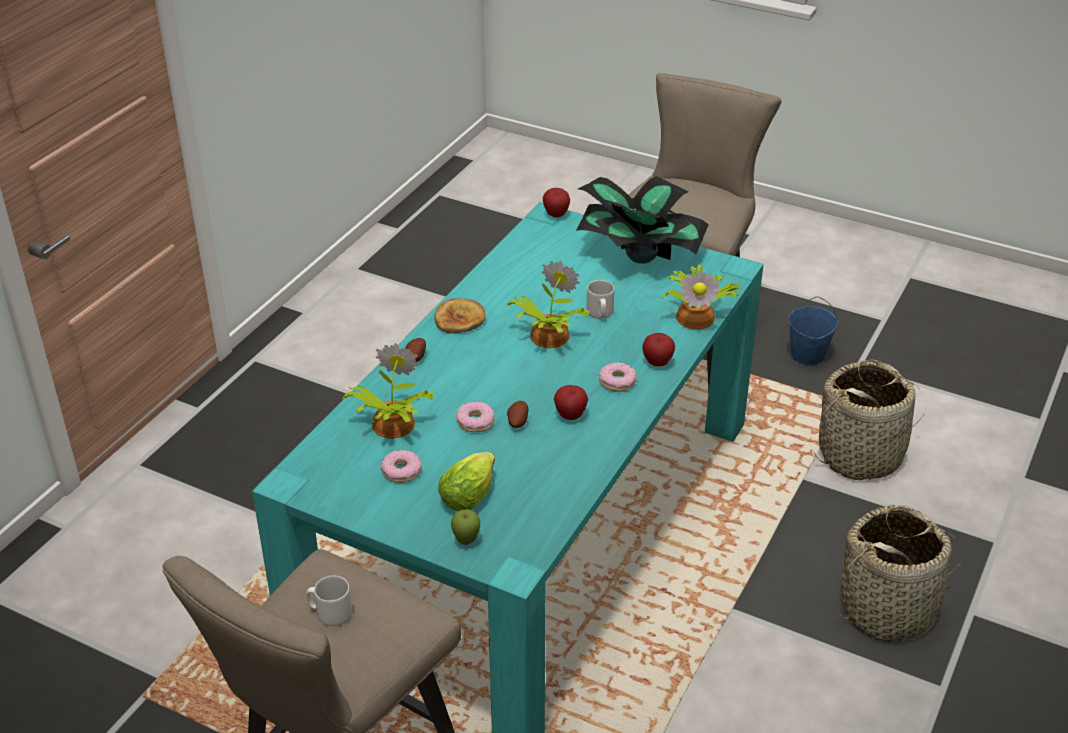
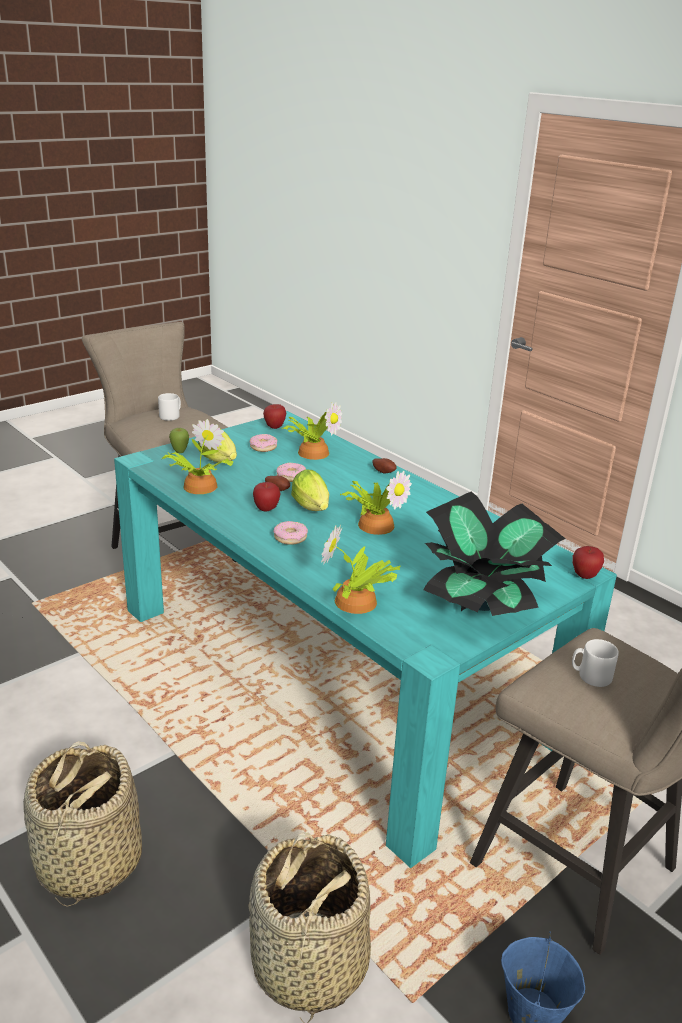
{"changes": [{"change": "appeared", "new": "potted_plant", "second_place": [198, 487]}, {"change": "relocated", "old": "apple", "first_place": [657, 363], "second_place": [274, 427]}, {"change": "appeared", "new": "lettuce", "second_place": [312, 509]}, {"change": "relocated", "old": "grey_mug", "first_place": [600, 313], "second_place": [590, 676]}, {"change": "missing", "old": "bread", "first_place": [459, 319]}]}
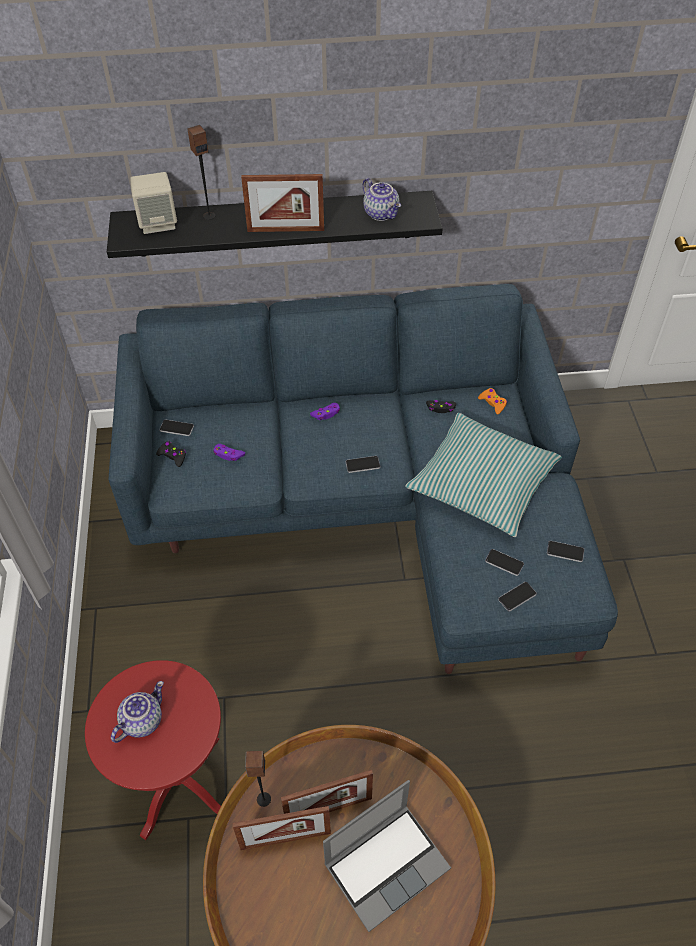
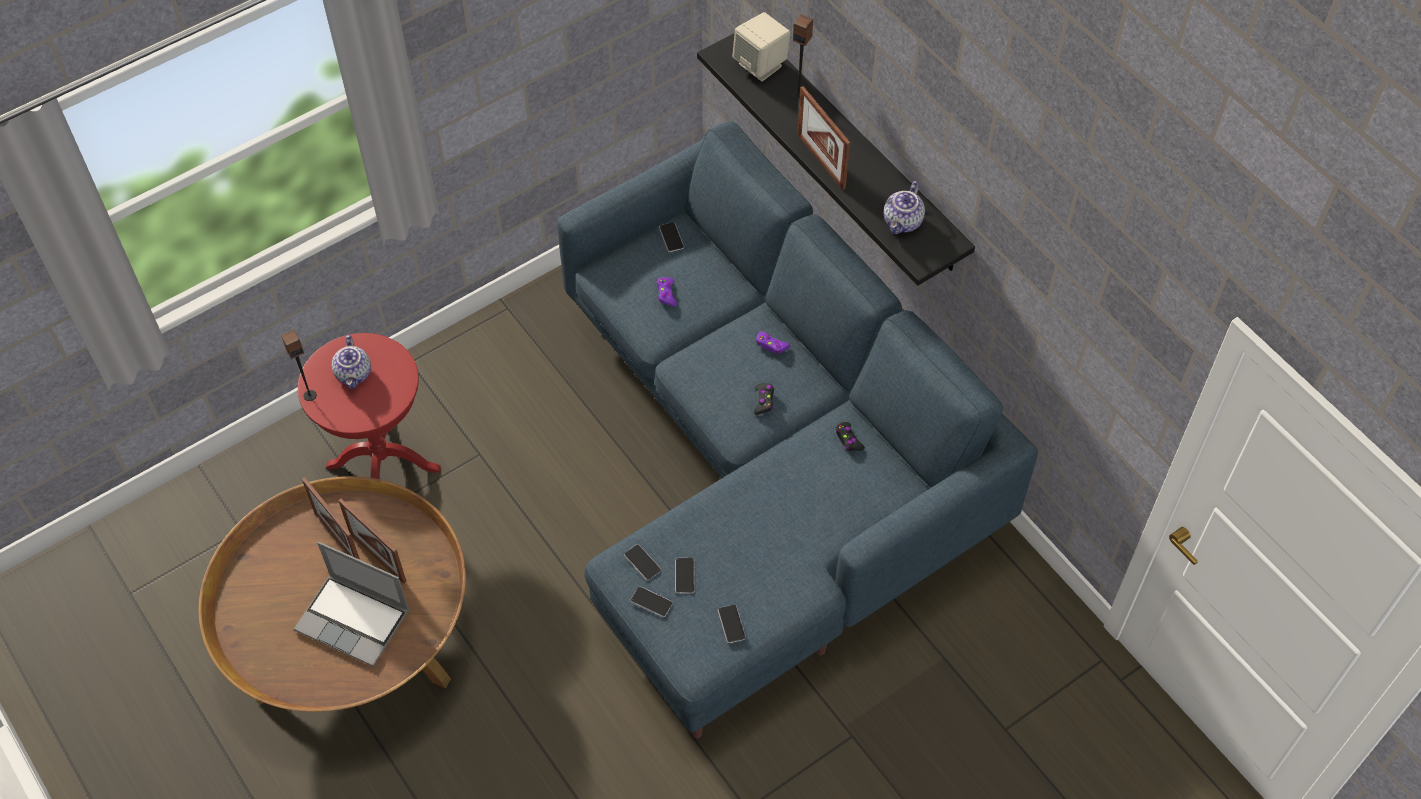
{"changes": [{"change": "relocated", "old": "speaker", "first_place": [263, 799], "second_place": [310, 395]}, {"change": "spun", "old": "teapot", "first_place": [142, 720], "second_place": [354, 374], "degrees": 75}, {"change": "relocated", "old": "phone", "first_place": [362, 465], "second_place": [642, 563]}, {"change": "relocated", "old": "black_game_controller", "first_place": [172, 456], "second_place": [764, 400]}, {"change": "missing", "old": "pillow", "first_place": [482, 482]}, {"change": "missing", "old": "orange_game_controller", "first_place": [493, 403]}]}
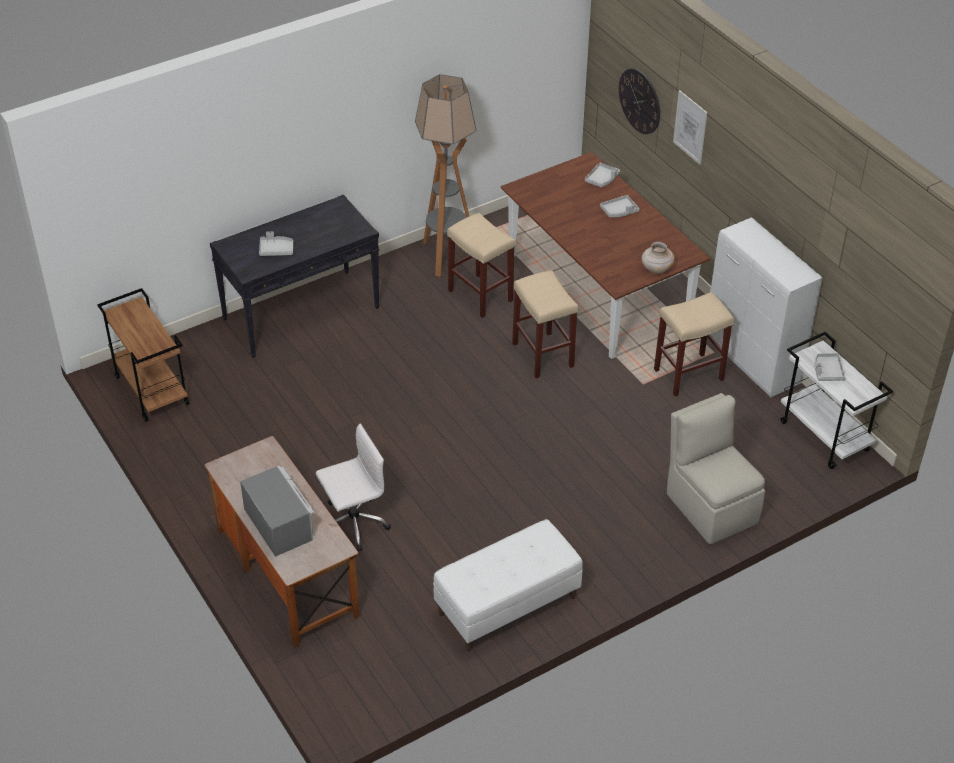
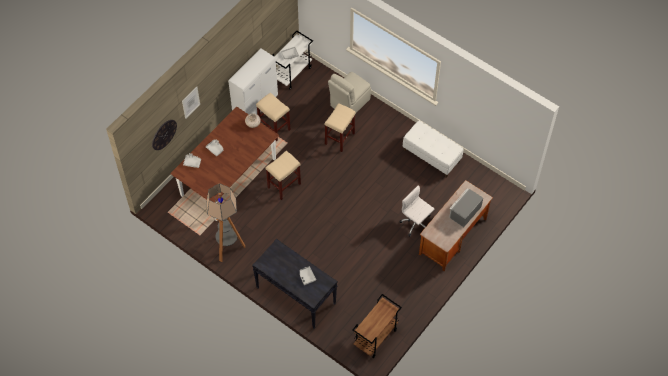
{"changes": [{"change": "relocated", "old": "beige_stool", "first_place": [479, 295], "second_place": [339, 139]}]}
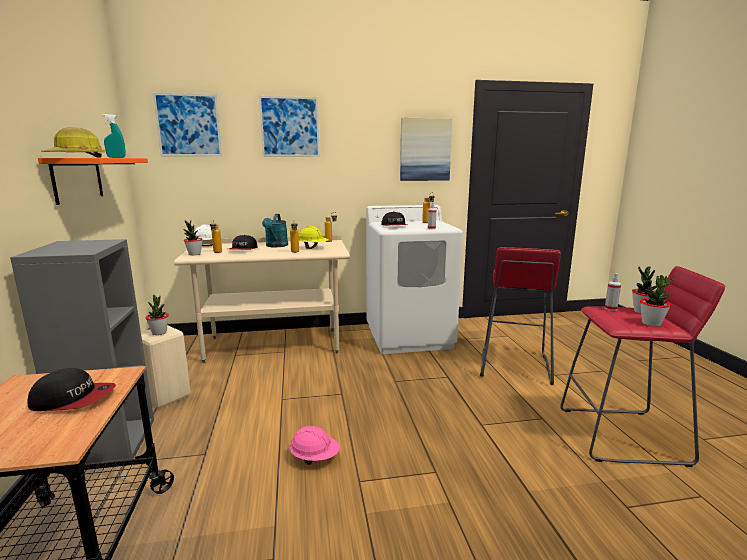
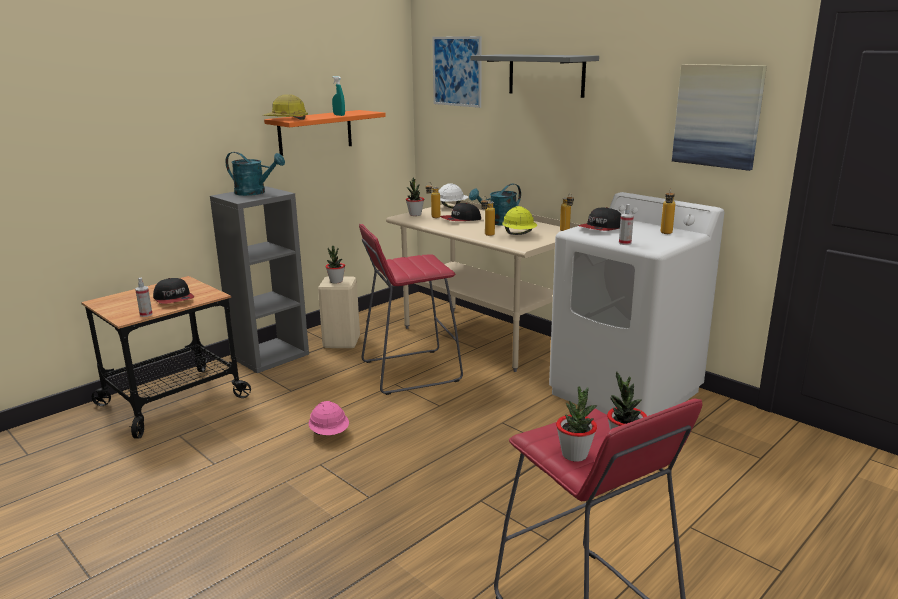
{"changes": [{"change": "relocated", "old": "spray_bottle", "first_place": [610, 309], "second_place": [146, 314]}, {"change": "appeared", "new": "turquoise_watering_can", "second_place": [255, 193]}, {"change": "relocated", "old": "red_stool", "first_place": [514, 366], "second_place": [409, 371]}, {"change": "exchanged", "old": "picture", "new": "grey_shelf", "first_place": [290, 127], "second_place": [546, 75]}]}
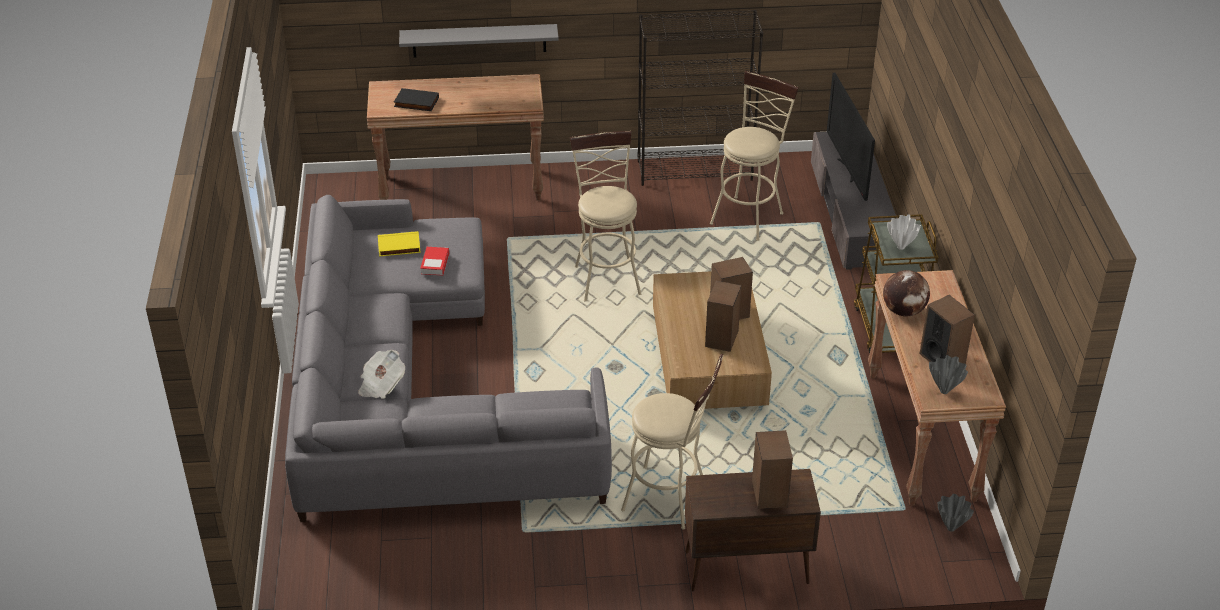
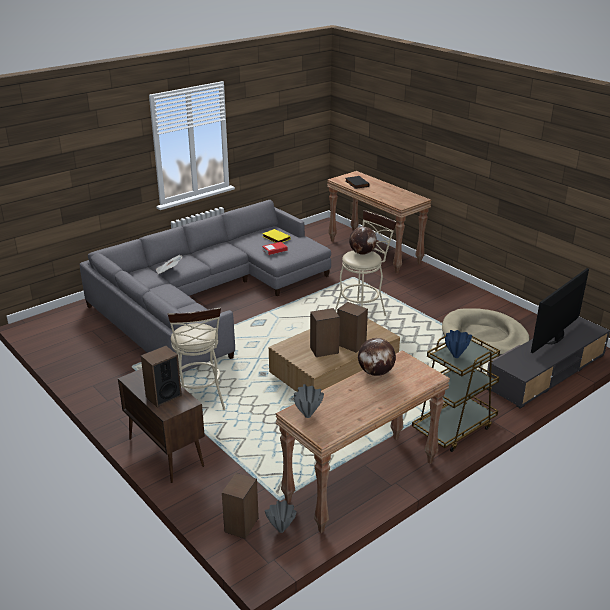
{"changes": [{"change": "relocated", "old": "speaker", "first_place": [942, 358], "second_place": [241, 524]}, {"change": "appeared", "new": "globe", "second_place": [362, 253]}, {"change": "exchanged", "old": "beige_stool", "new": "beige_dog_bed", "first_place": [749, 215], "second_place": [484, 337]}, {"change": "colour", "old": "white_vase", "new": "blue_vase", "first_place": [900, 247], "second_place": [455, 356]}, {"change": "missing", "old": "grey_shelf", "first_place": [479, 40]}, {"change": "missing", "old": "black_bookcase", "first_place": [695, 170]}]}
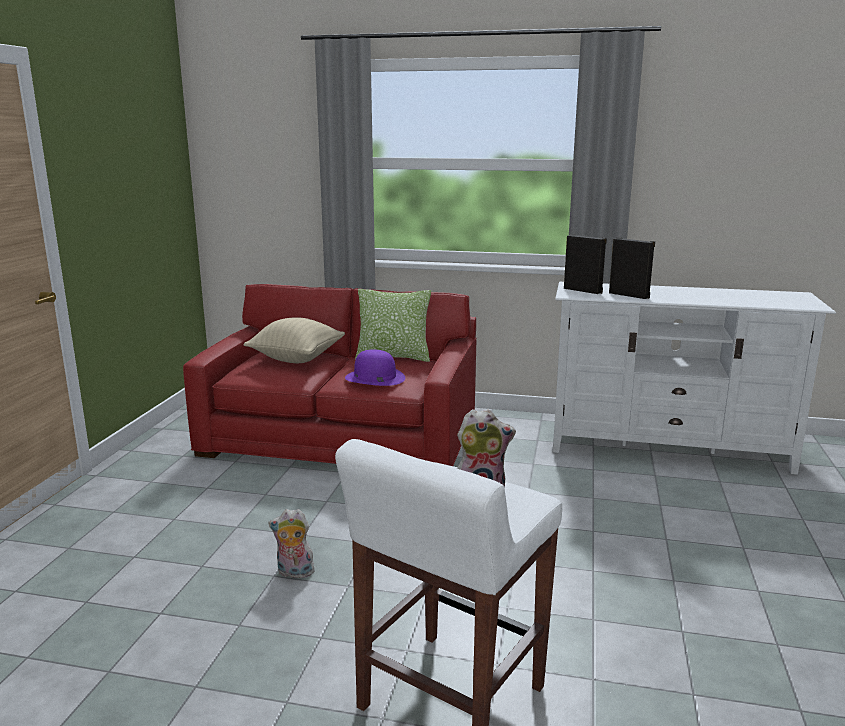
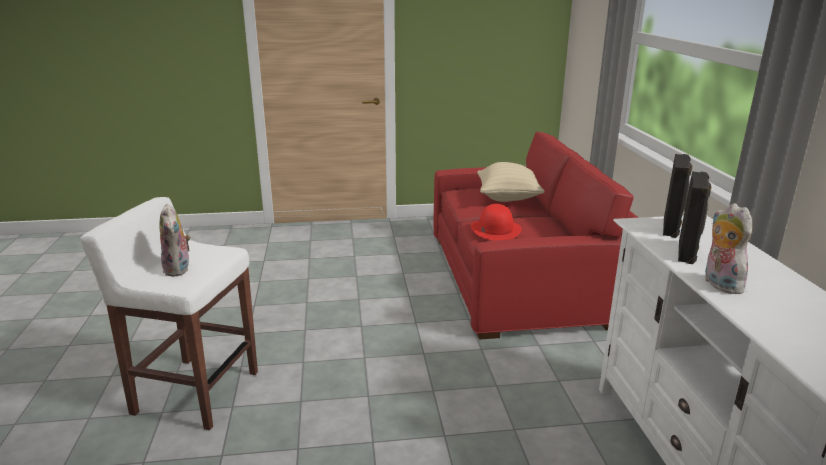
{"changes": [{"change": "colour", "old": "purple_hat", "new": "red_hat", "first_place": [374, 377], "second_place": [495, 229]}, {"change": "relocated", "old": "plush_toy", "first_place": [294, 573], "second_place": [719, 284]}, {"change": "missing", "old": "pillow", "first_place": [393, 357]}]}
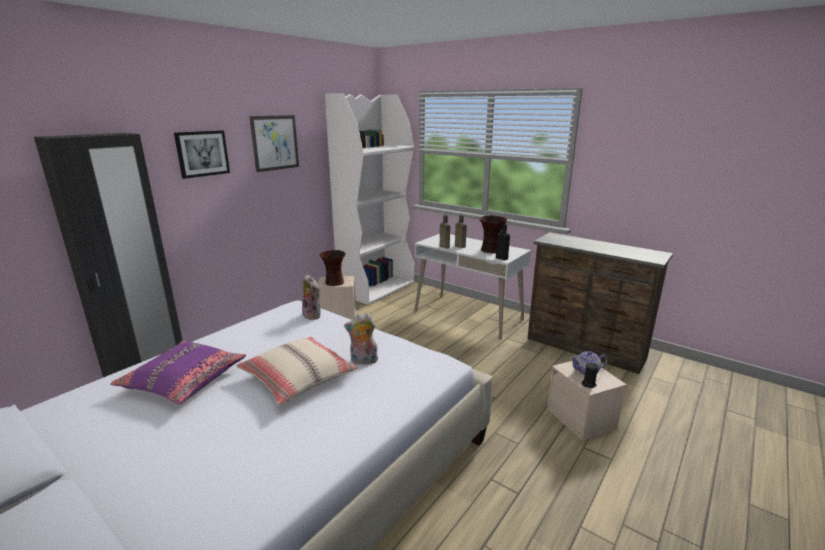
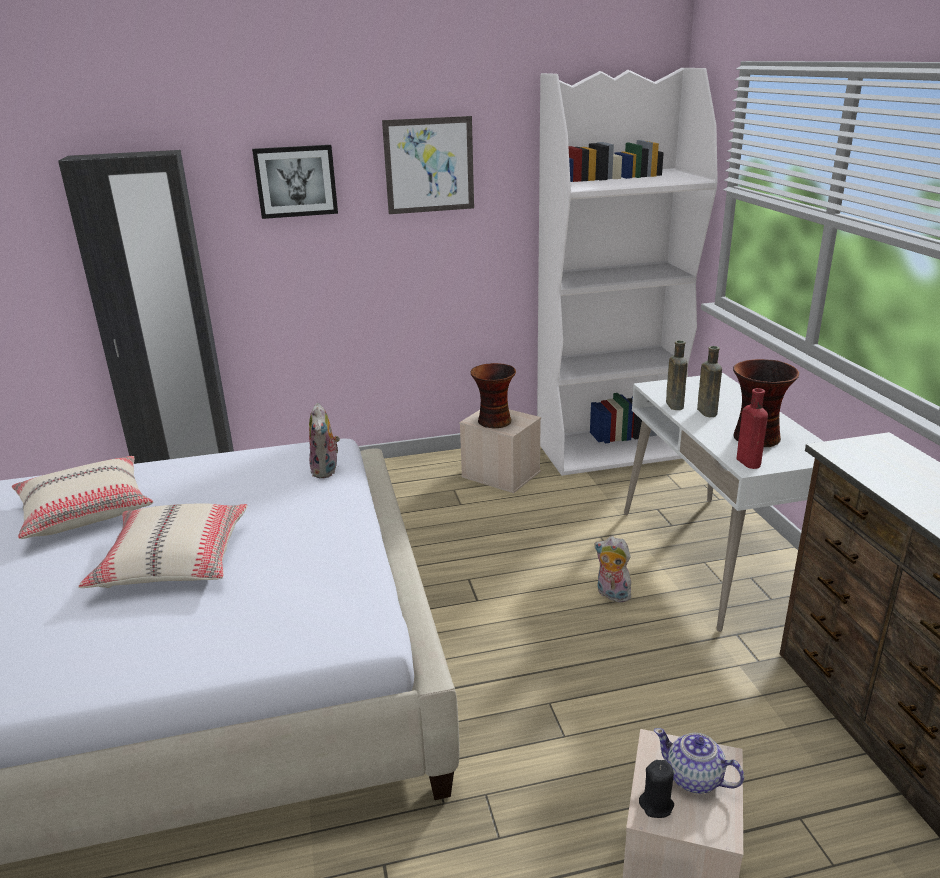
{"changes": [{"change": "colour", "old": "purple_pillow", "new": "beige_pillow", "first_place": [184, 380], "second_place": [86, 510]}, {"change": "relocated", "old": "plush_toy", "first_place": [363, 361], "second_place": [611, 595]}, {"change": "colour", "old": "black_bottle", "new": "red_bottle", "first_place": [500, 258], "second_place": [747, 461]}]}
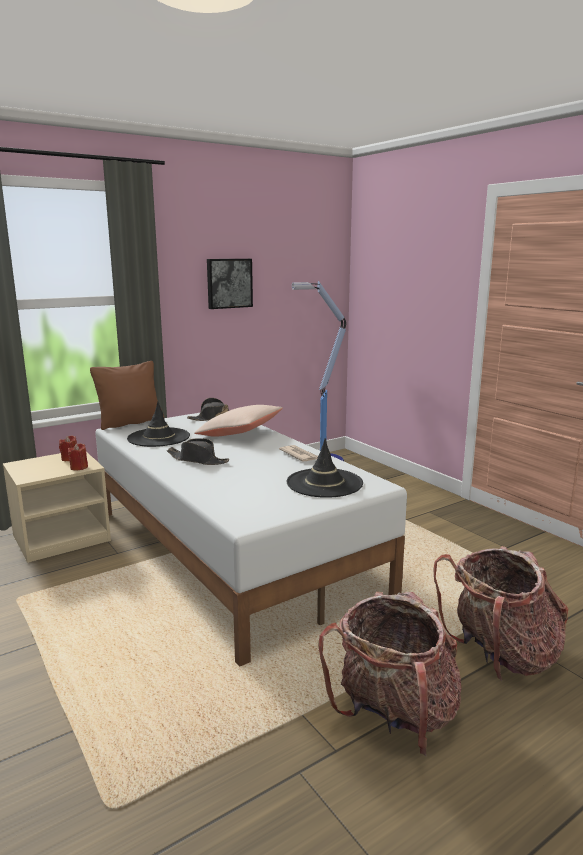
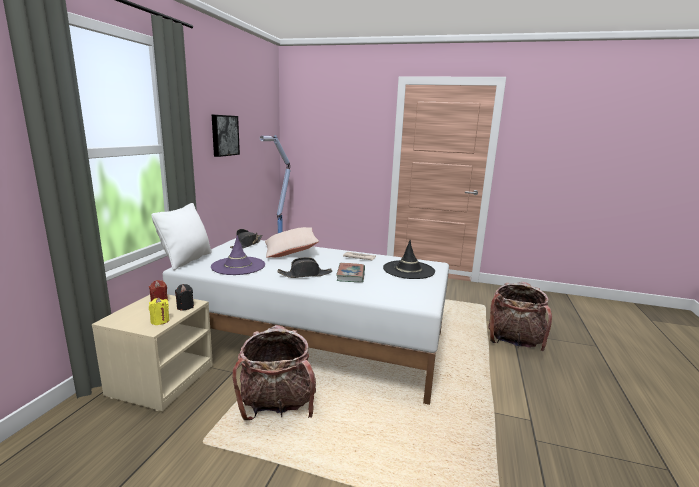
{"changes": [{"change": "appeared", "new": "yellow_candle", "second_place": [160, 321]}, {"change": "colour", "old": "brown_pillow", "new": "white_pillow", "first_place": [130, 423], "second_place": [187, 260]}, {"change": "colour", "old": "red_candle", "new": "black_candle", "first_place": [79, 467], "second_place": [185, 307]}, {"change": "colour", "old": "black_hat", "new": "purple_hat", "first_place": [158, 437], "second_place": [238, 266]}, {"change": "relocated", "old": "backpack", "first_place": [394, 716], "second_place": [278, 407]}, {"change": "appeared", "new": "book", "second_place": [351, 275]}]}
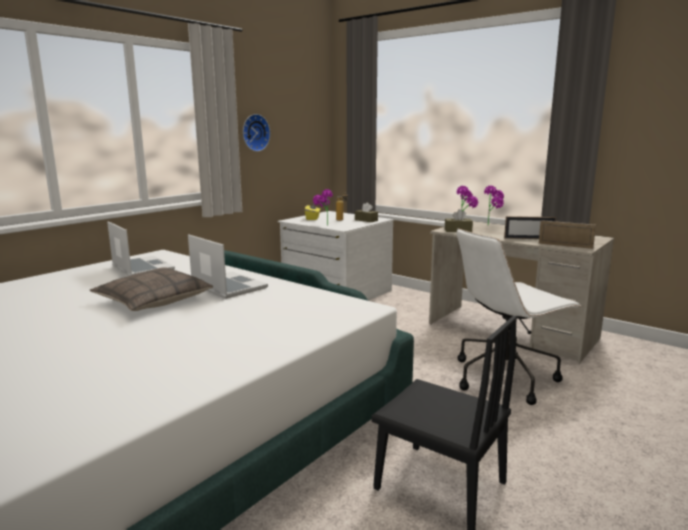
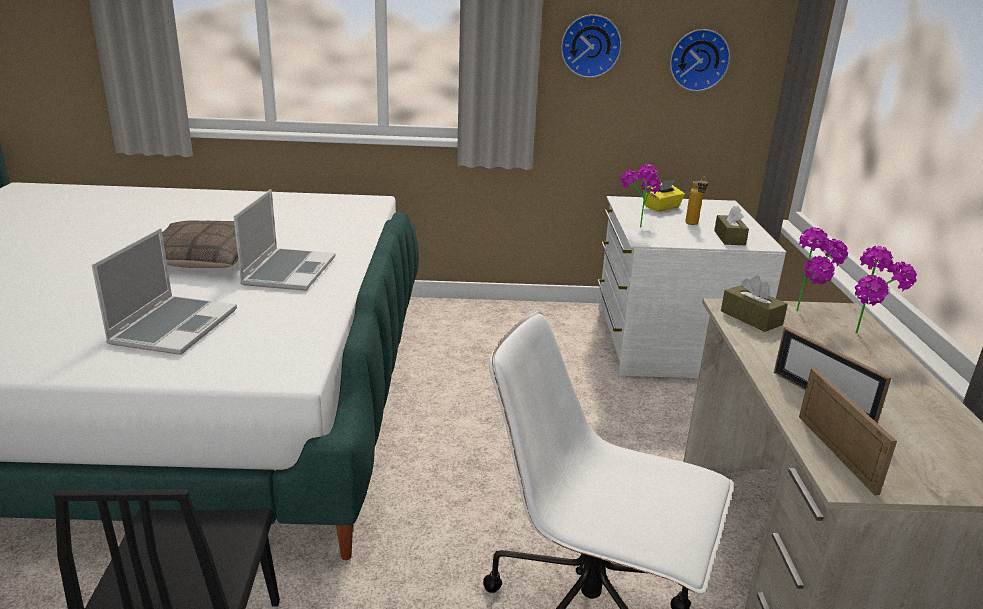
{"changes": [{"change": "relocated", "old": "laptop", "first_place": [141, 268], "second_place": [174, 326]}, {"change": "appeared", "new": "wall_clock", "second_place": [698, 60]}]}
